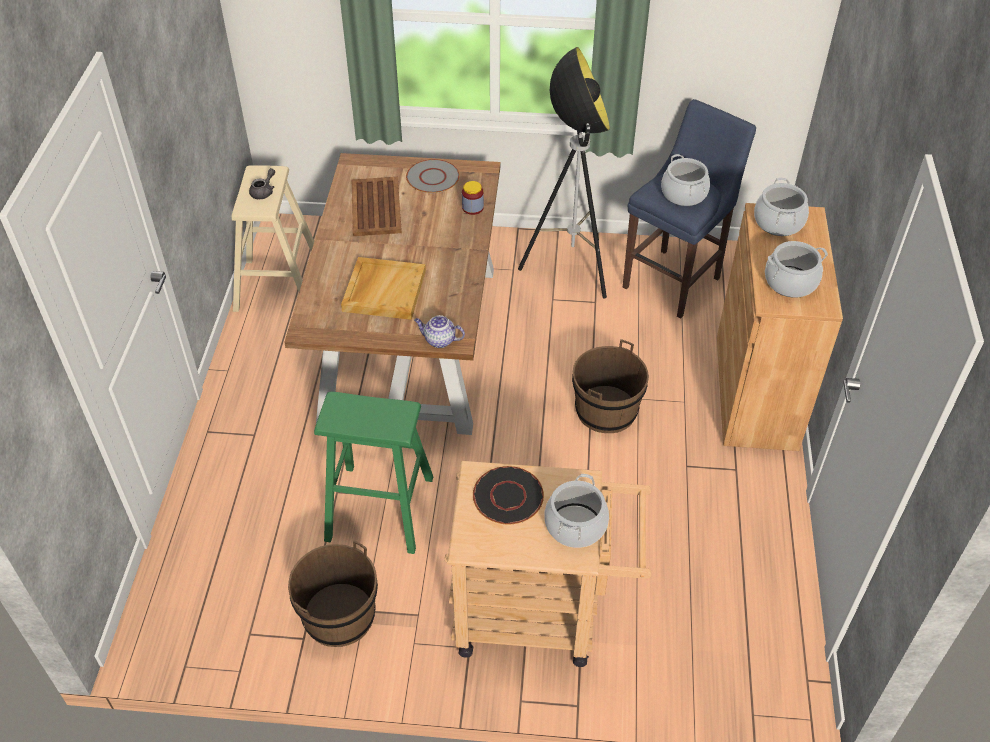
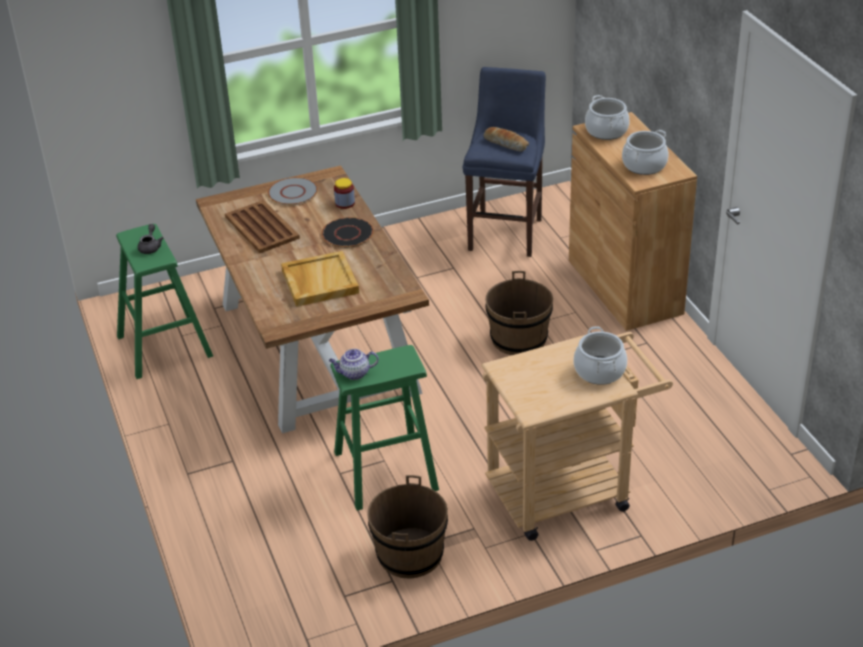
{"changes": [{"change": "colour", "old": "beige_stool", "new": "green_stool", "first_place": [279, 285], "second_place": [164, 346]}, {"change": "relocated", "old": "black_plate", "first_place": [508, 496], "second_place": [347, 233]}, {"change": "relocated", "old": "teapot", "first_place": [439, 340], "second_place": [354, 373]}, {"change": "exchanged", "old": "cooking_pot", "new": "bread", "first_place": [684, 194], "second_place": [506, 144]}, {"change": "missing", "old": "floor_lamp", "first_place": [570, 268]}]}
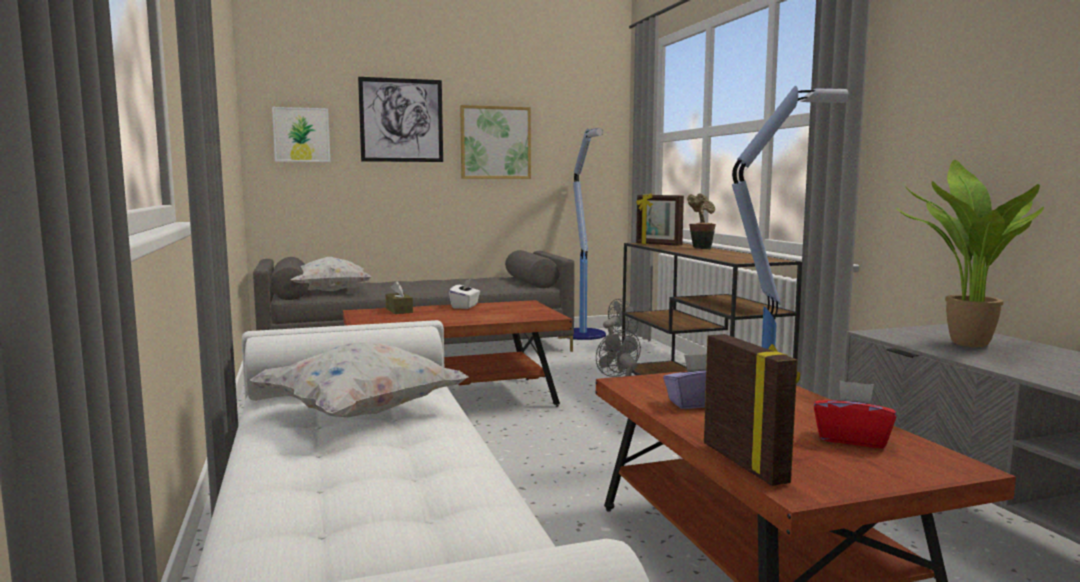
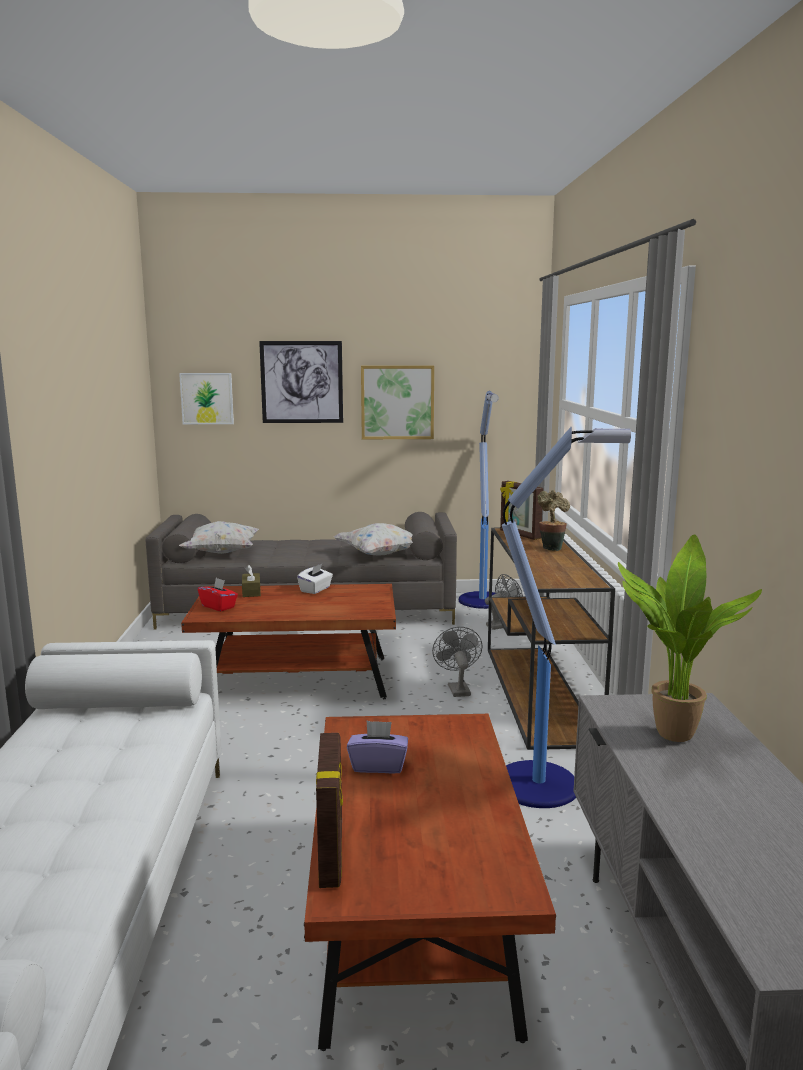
{"changes": [{"change": "relocated", "old": "red_tissue_box", "first_place": [852, 439], "second_place": [218, 606]}, {"change": "relocated", "old": "white_pillow", "first_place": [362, 414], "second_place": [380, 555]}]}
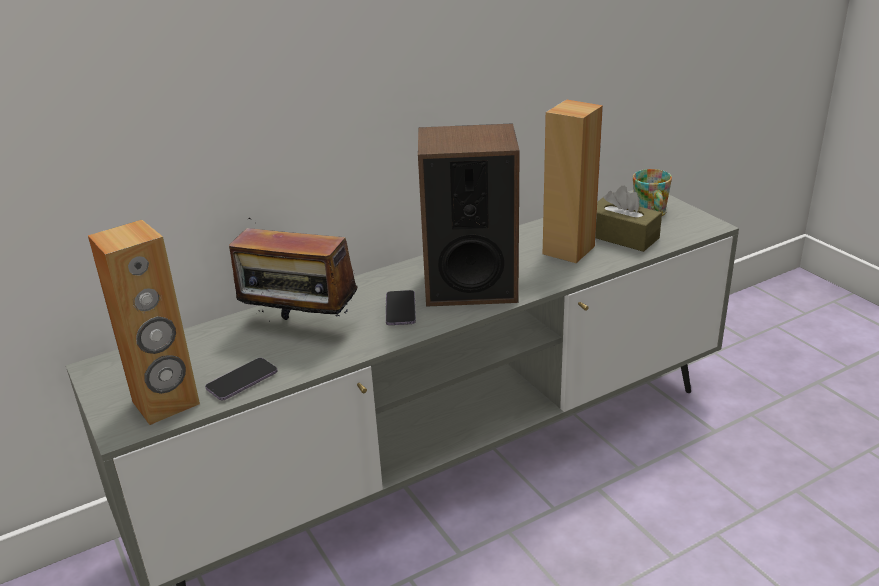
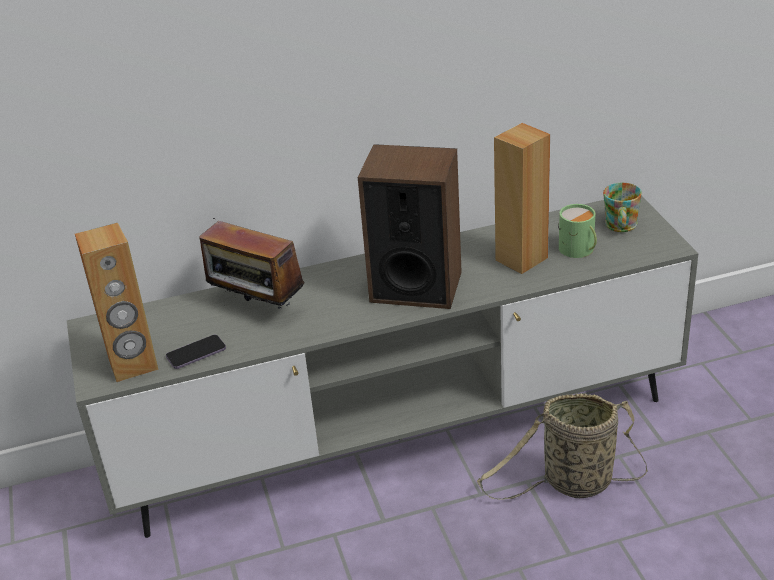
{"changes": [{"change": "appeared", "new": "basket", "second_place": [573, 483]}, {"change": "exchanged", "old": "brown_tissue_box", "new": "green_mug", "first_place": [621, 236], "second_place": [578, 250]}, {"change": "missing", "old": "phone", "first_place": [400, 309]}]}
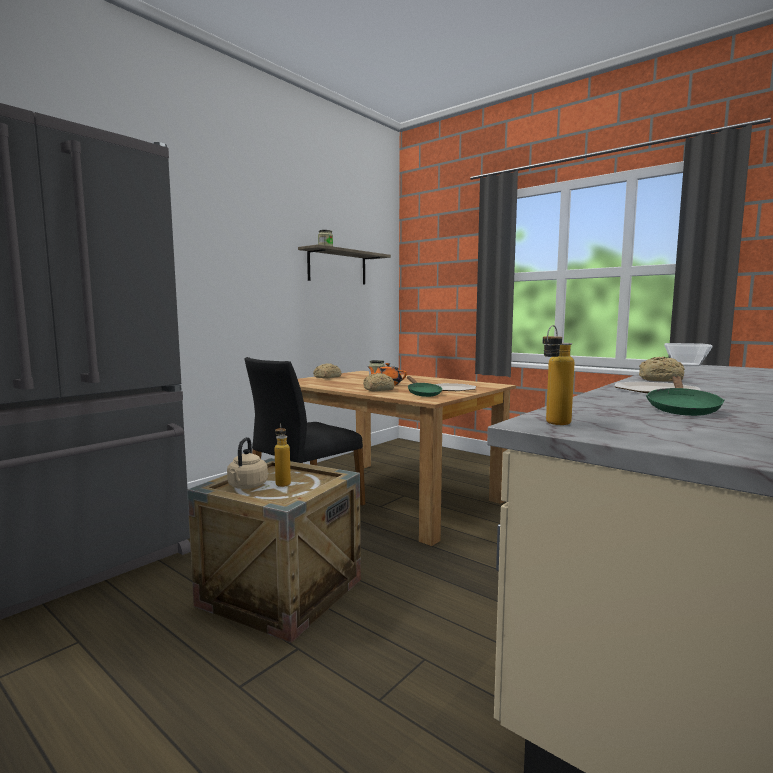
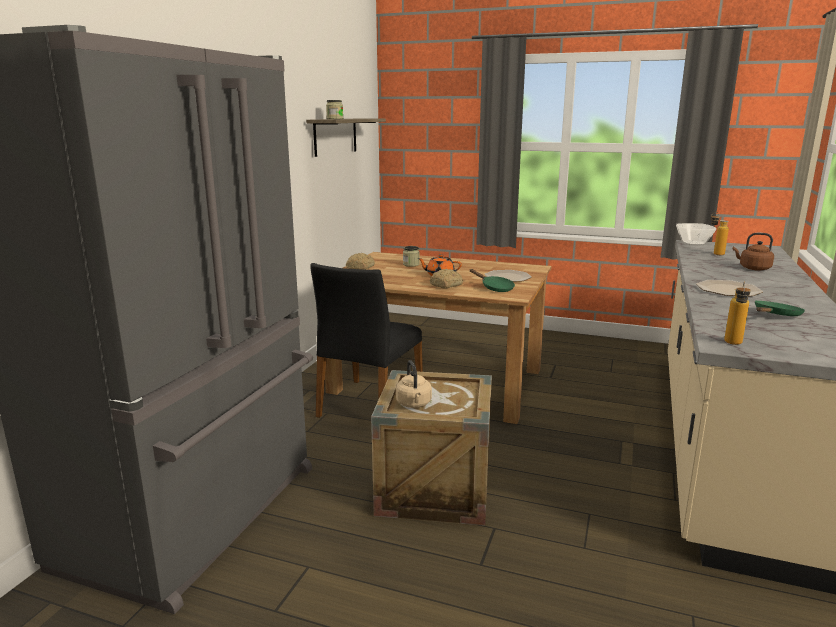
{"changes": [{"change": "relocated", "old": "bottle", "first_place": [282, 482], "second_place": [714, 253]}, {"change": "appeared", "new": "brown_kettle", "second_place": [753, 268]}, {"change": "spun", "old": "green_frying_pan", "first_place": [681, 409], "second_place": [775, 315], "degrees": -135}, {"change": "missing", "old": "bread", "first_place": [661, 380]}]}
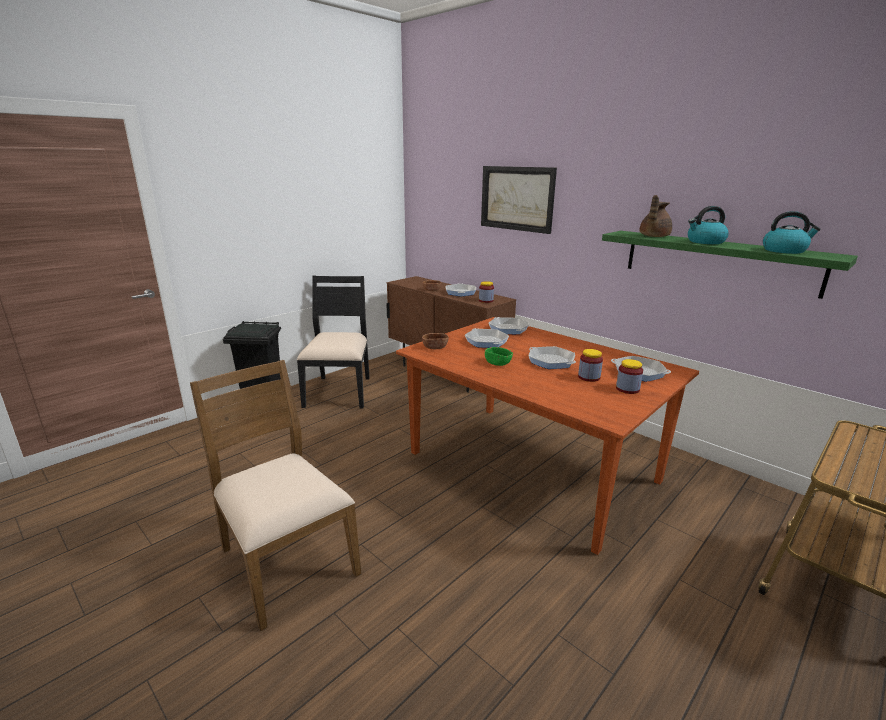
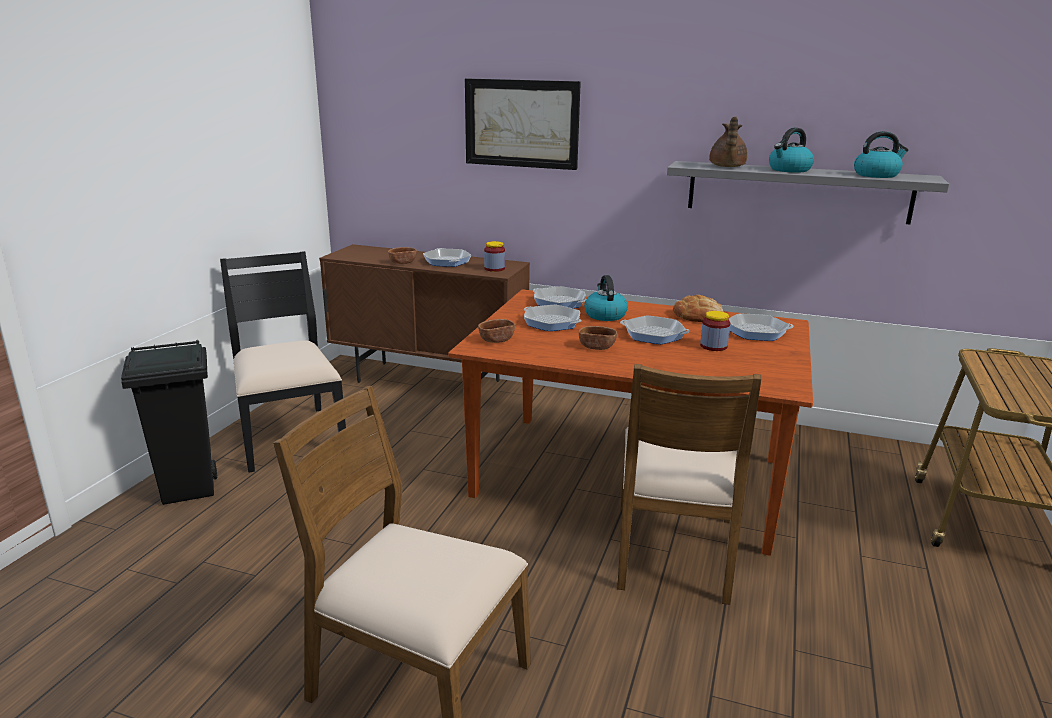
{"changes": [{"change": "colour", "old": "green_bowl", "new": "brown_bowl", "first_place": [498, 363], "second_place": [597, 347]}, {"change": "appeared", "new": "kettle", "second_place": [604, 315]}, {"change": "appeared", "new": "brown_chair", "second_place": [673, 552]}, {"change": "colour", "old": "green_shelf", "new": "grey_shelf", "first_place": [718, 261], "second_place": [797, 192]}, {"change": "appeared", "new": "bread", "second_place": [698, 315]}, {"change": "missing", "old": "jar", "first_place": [627, 389]}]}
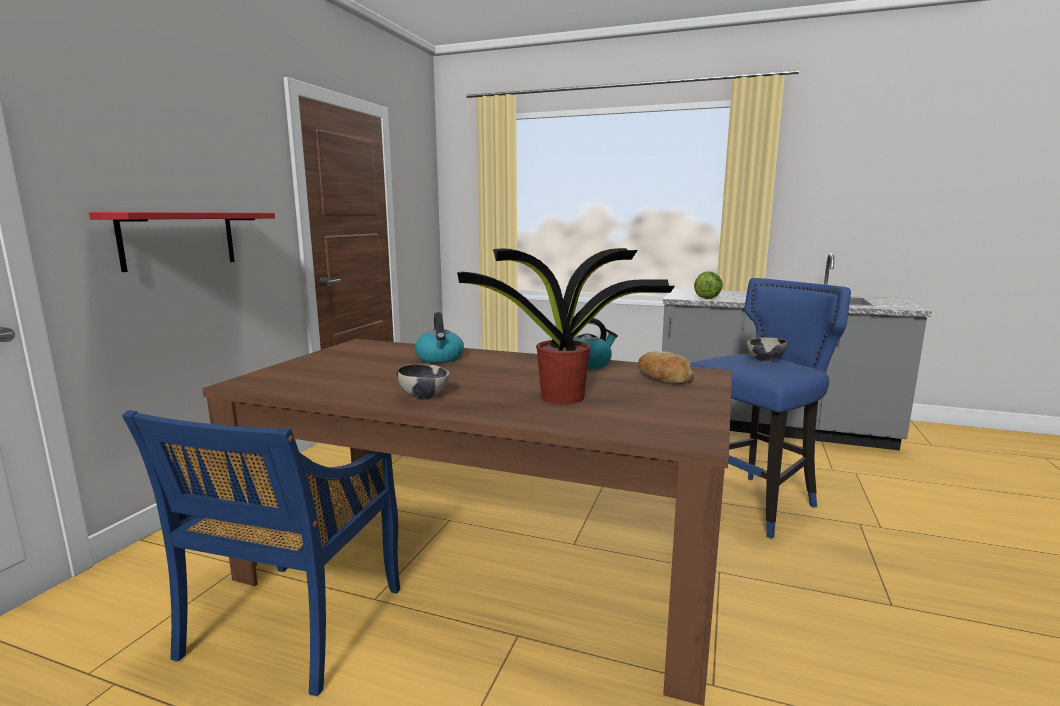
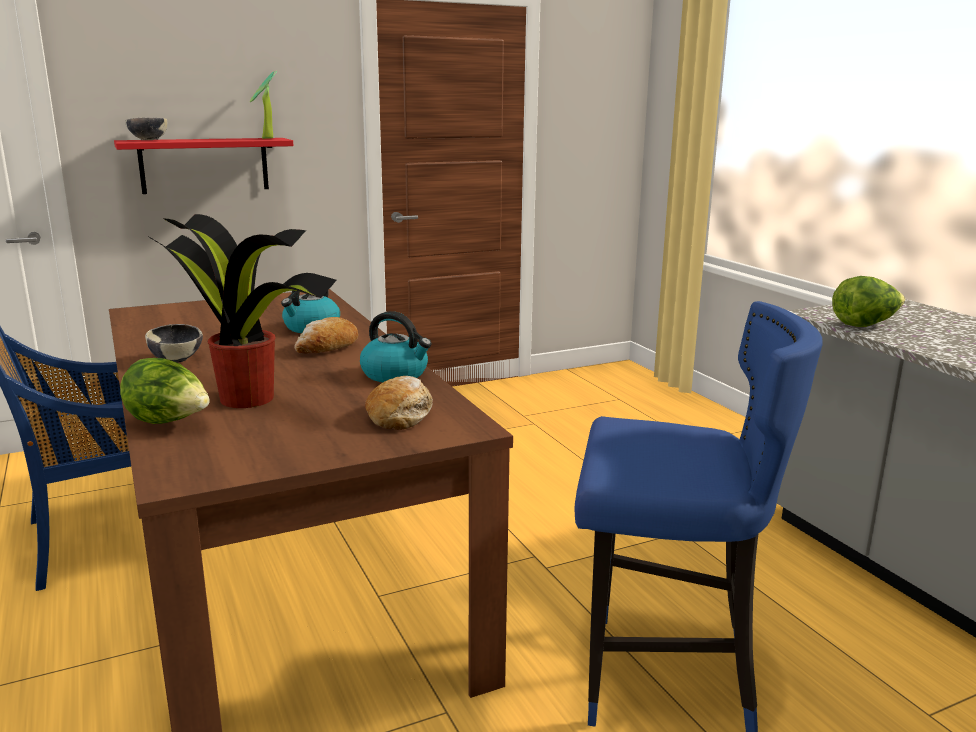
{"changes": [{"change": "appeared", "new": "lettuce", "second_place": [169, 422]}, {"change": "relocated", "old": "bowl", "first_place": [765, 360], "second_place": [148, 140]}, {"change": "appeared", "new": "potted_plant", "second_place": [266, 138]}, {"change": "appeared", "new": "bread", "second_place": [327, 348]}]}
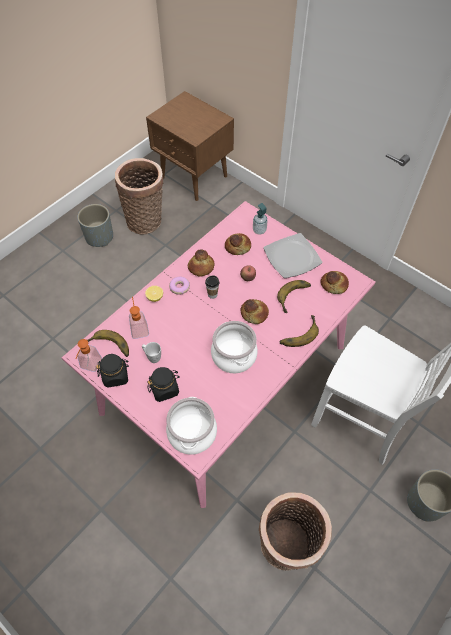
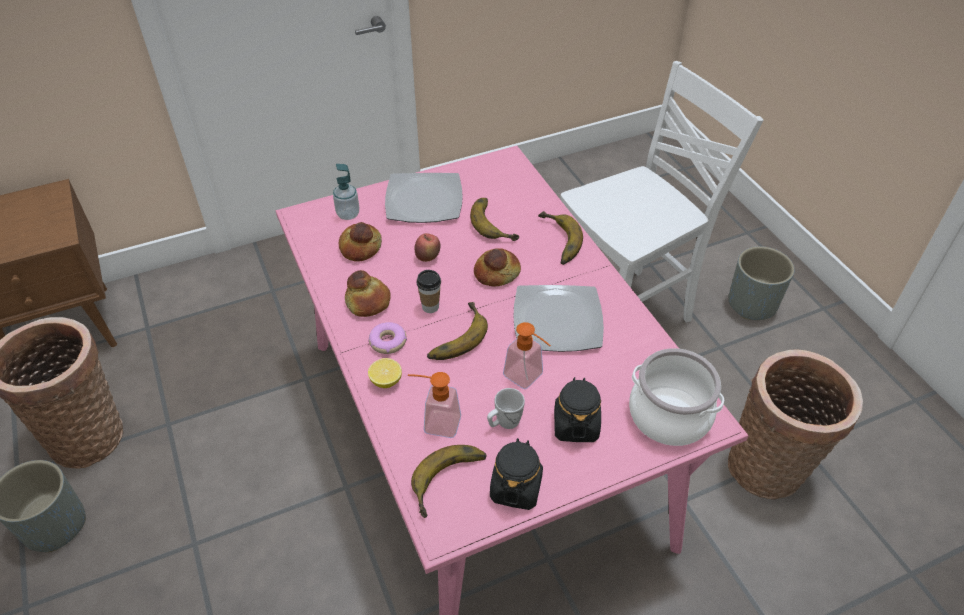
{"changes": [{"change": "appeared", "new": "banana", "second_place": [454, 336]}, {"change": "relocated", "old": "soap_dispenser", "first_place": [89, 366], "second_place": [528, 378]}, {"change": "exchanged", "old": "cooking_pot", "new": "plate", "first_place": [233, 355], "second_place": [556, 321]}, {"change": "missing", "old": "bread", "first_place": [334, 285]}]}
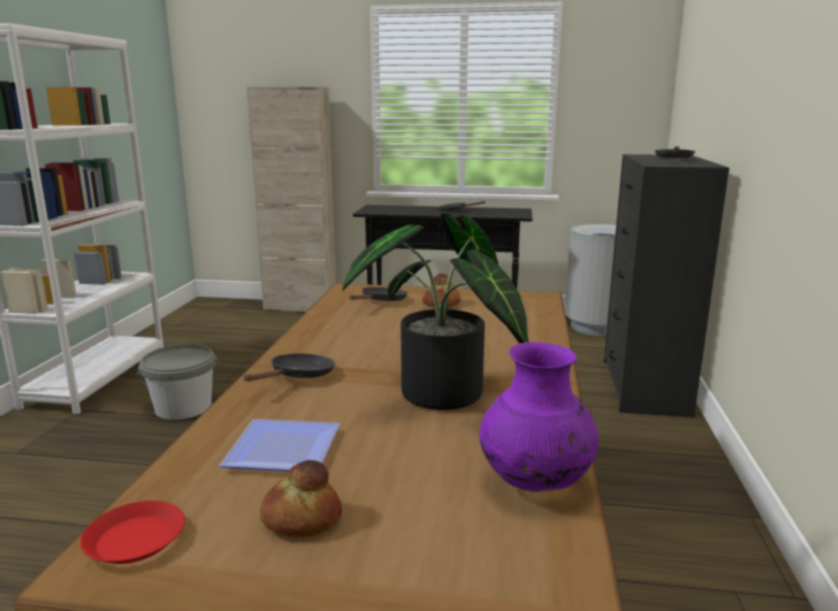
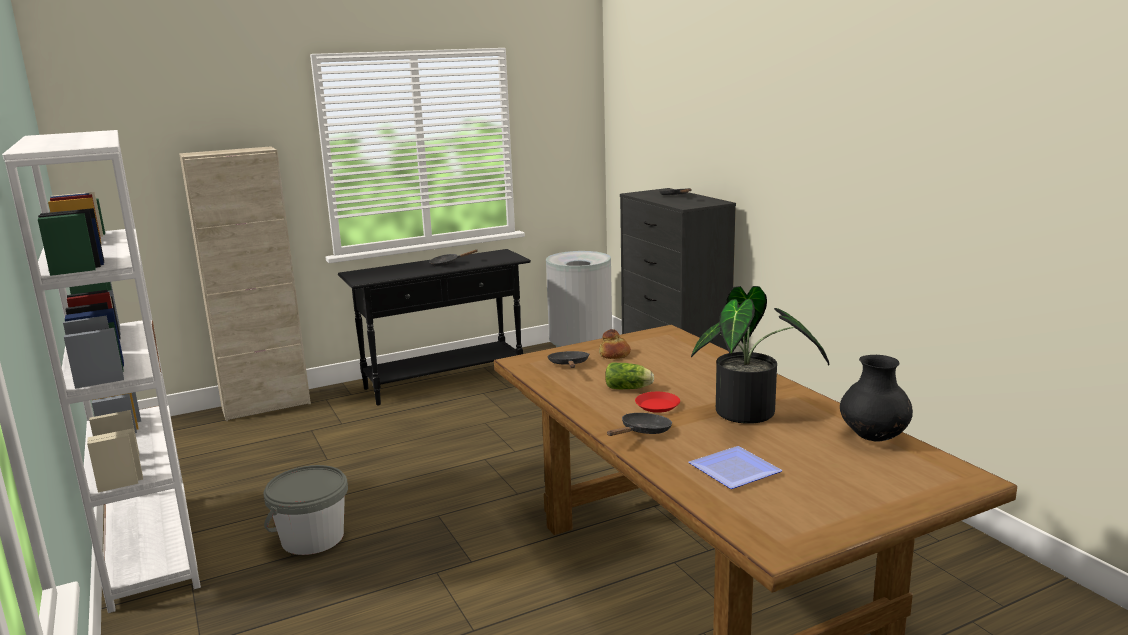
{"changes": [{"change": "appeared", "new": "lettuce", "second_place": [629, 388]}, {"change": "spun", "old": "black_frying_pan", "first_place": [298, 376], "second_place": [643, 432], "degrees": 45}, {"change": "relocated", "old": "red_plate", "first_place": [134, 539], "second_place": [657, 406]}, {"change": "colour", "old": "purple_vase", "new": "black_vase", "first_place": [535, 483], "second_place": [873, 438]}, {"change": "missing", "old": "bread", "first_place": [301, 519]}]}
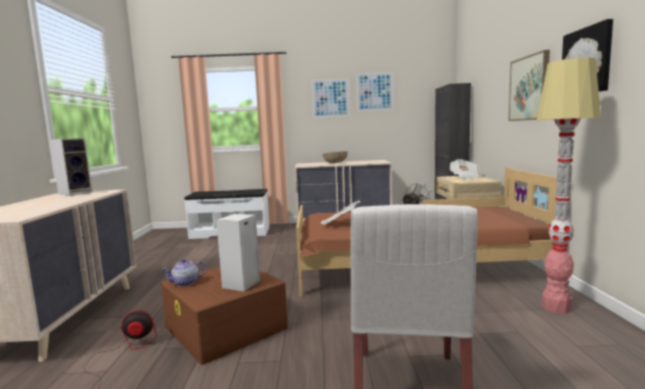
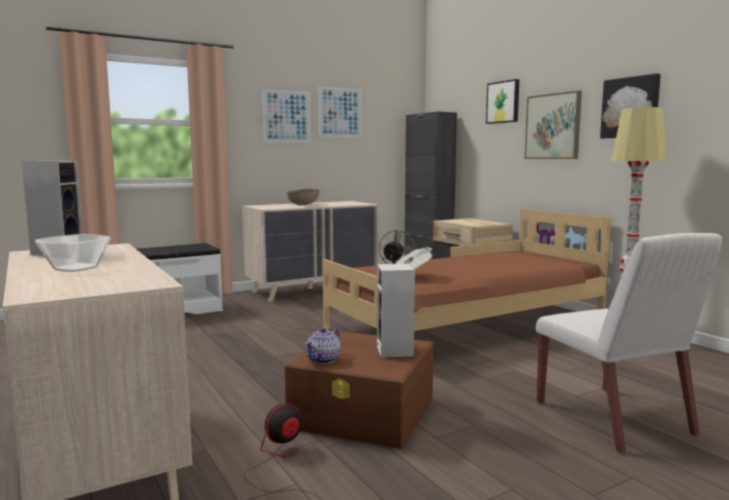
{"changes": [{"change": "appeared", "new": "bowl", "second_place": [74, 268]}, {"change": "appeared", "new": "picture", "second_place": [503, 102]}, {"change": "missing", "old": "newspaper", "first_place": [464, 177]}]}
